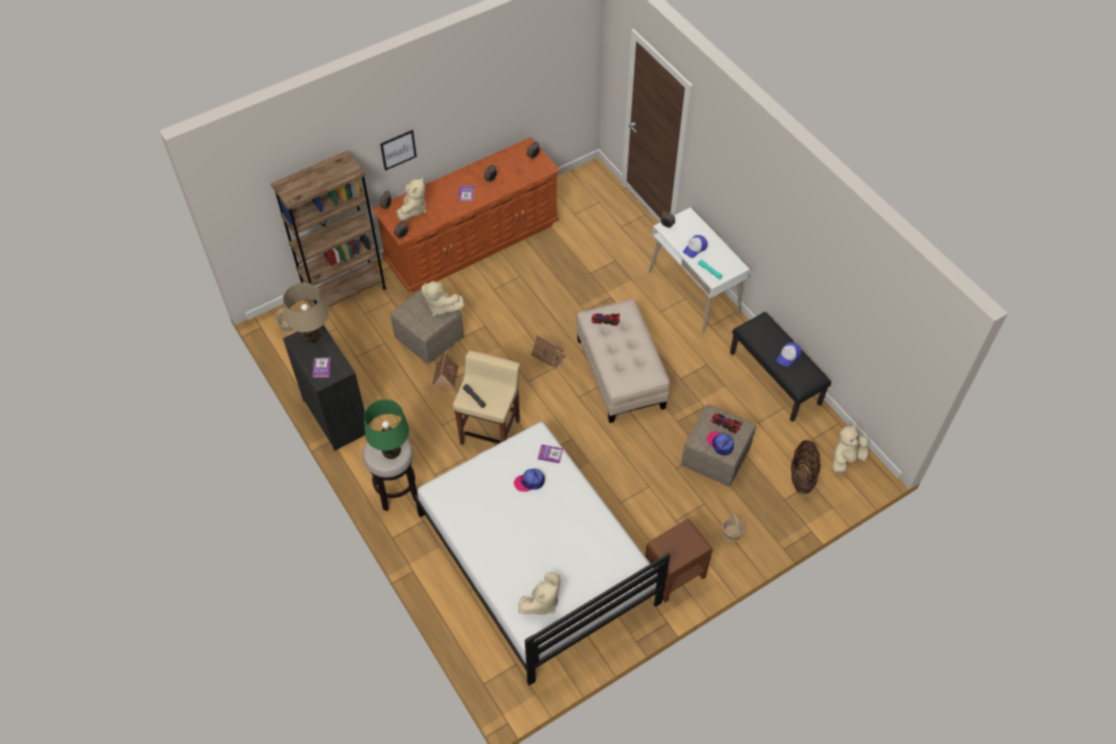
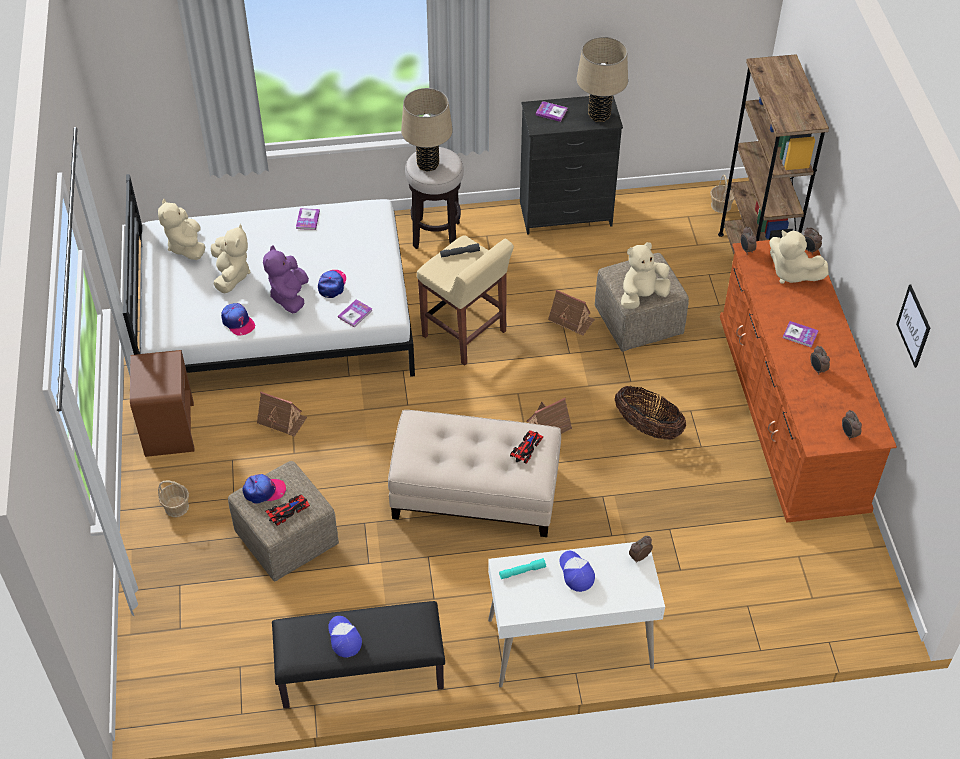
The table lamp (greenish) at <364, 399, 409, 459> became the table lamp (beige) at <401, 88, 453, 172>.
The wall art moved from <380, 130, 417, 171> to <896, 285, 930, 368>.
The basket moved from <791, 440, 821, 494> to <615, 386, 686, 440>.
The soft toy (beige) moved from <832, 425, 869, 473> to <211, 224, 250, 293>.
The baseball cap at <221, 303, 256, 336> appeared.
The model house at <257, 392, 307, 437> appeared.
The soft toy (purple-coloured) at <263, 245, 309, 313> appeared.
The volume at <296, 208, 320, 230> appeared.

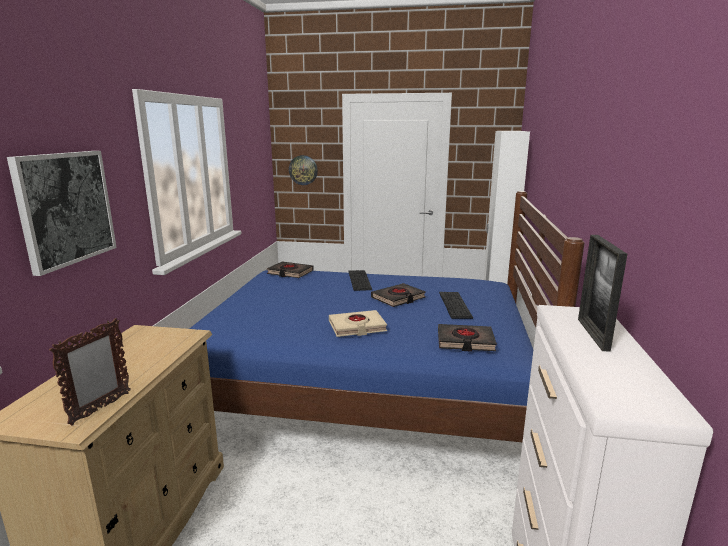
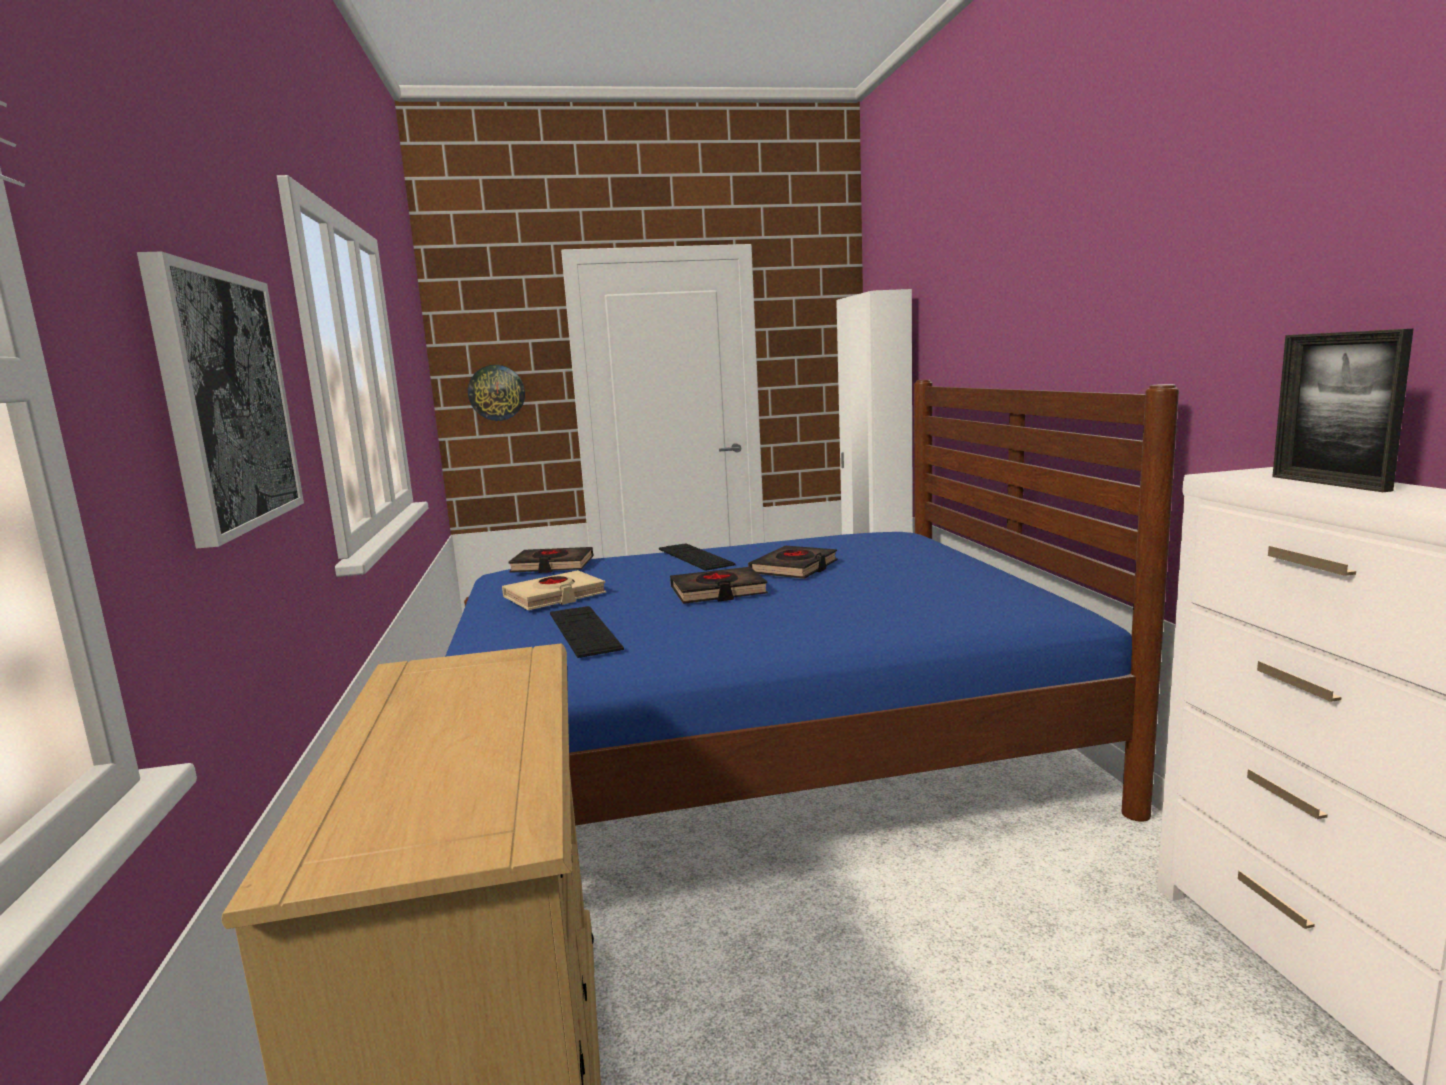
The picture frame at <49, 318, 131, 425> disappeared.
The volume (beige) moved from <329, 310, 387, 337> to <502, 570, 606, 610>.
The volume (black-coloured) moved from <438, 324, 497, 352> to <670, 567, 768, 604>.
The PC keyboard moved from <439, 292, 473, 319> to <550, 606, 624, 658>.

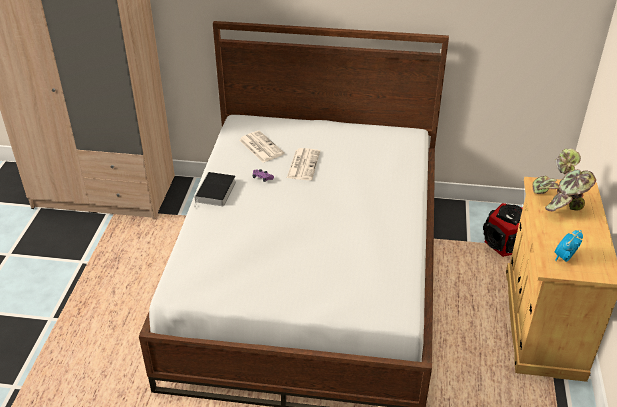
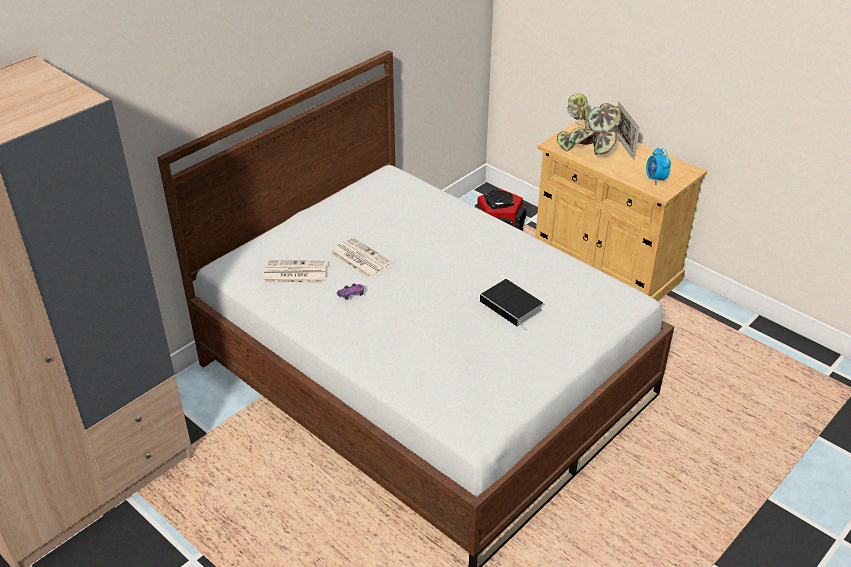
The volume moved from <194, 172, 236, 208> to <480, 279, 543, 331>.
The picture frame at <614, 102, 640, 160> appeared.

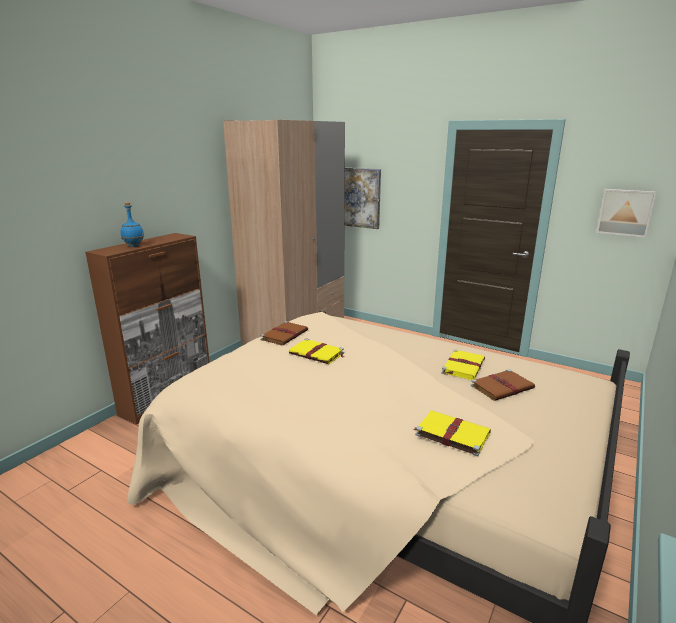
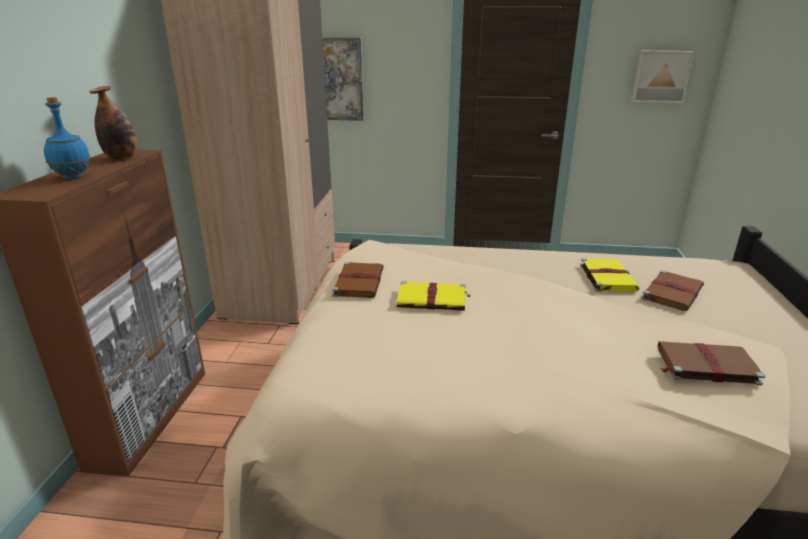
The volume (yellow) at <413, 410, 491, 456> became the volume (brown) at <658, 341, 765, 385>.
The drink bottle at <89, 86, 138, 160> appeared.

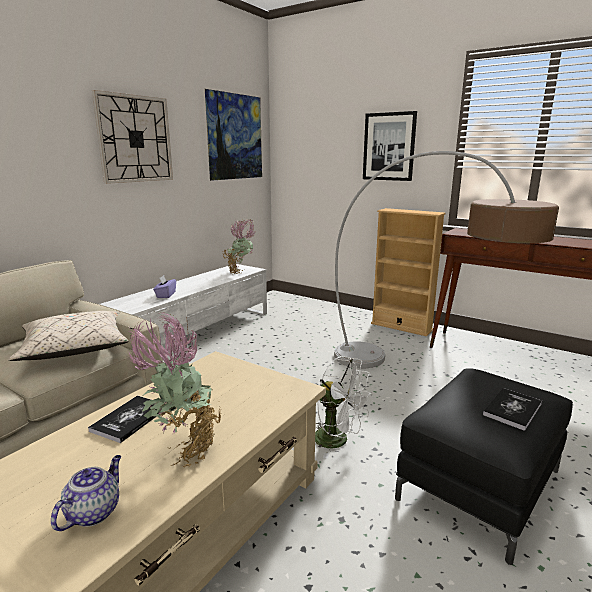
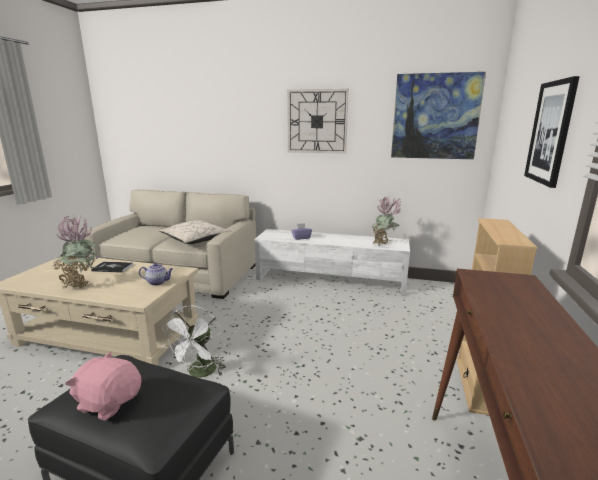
The tea pot moved from <51, 455, 121, 531> to <139, 263, 173, 286>.
The floor lamp at <334, 151, 559, 368> disappeared.
The volume at <483, 388, 542, 431> was replaced by the soft toy (pinkish) at <65, 351, 141, 421>.

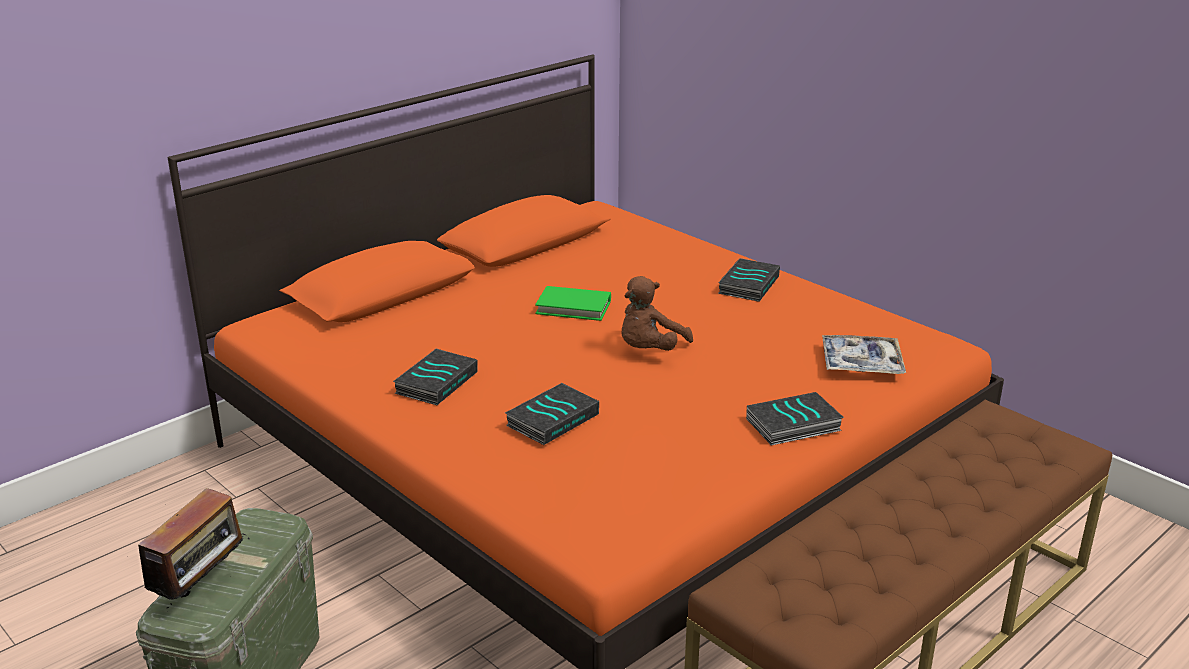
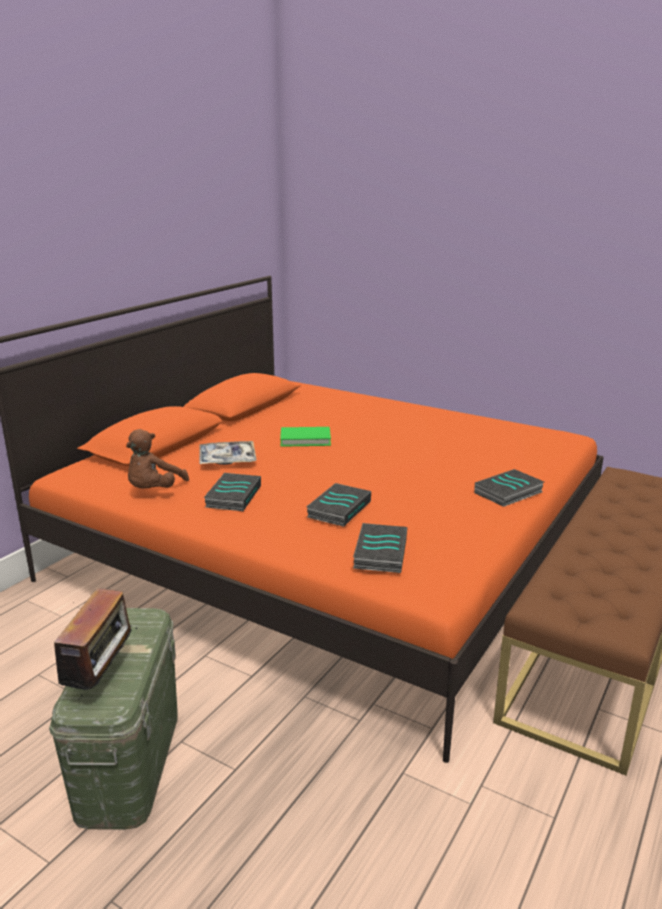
The soft toy (brown) moved from <622, 276, 693, 351> to <126, 429, 189, 489>.
The volume moved from <718, 258, 780, 302> to <353, 523, 407, 573>.
The tray moved from <822, 335, 906, 374> to <199, 441, 257, 465>.

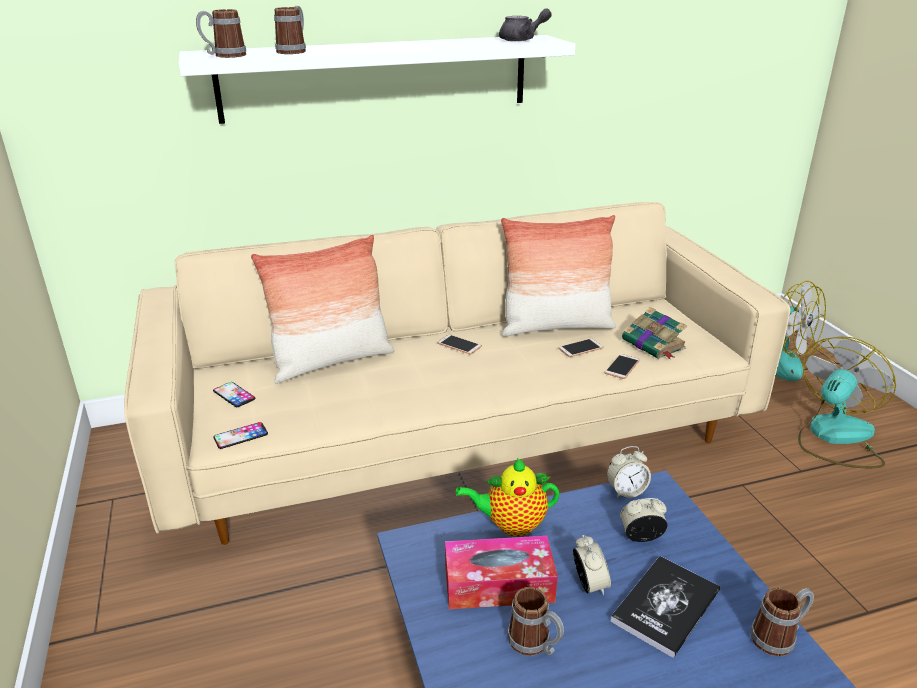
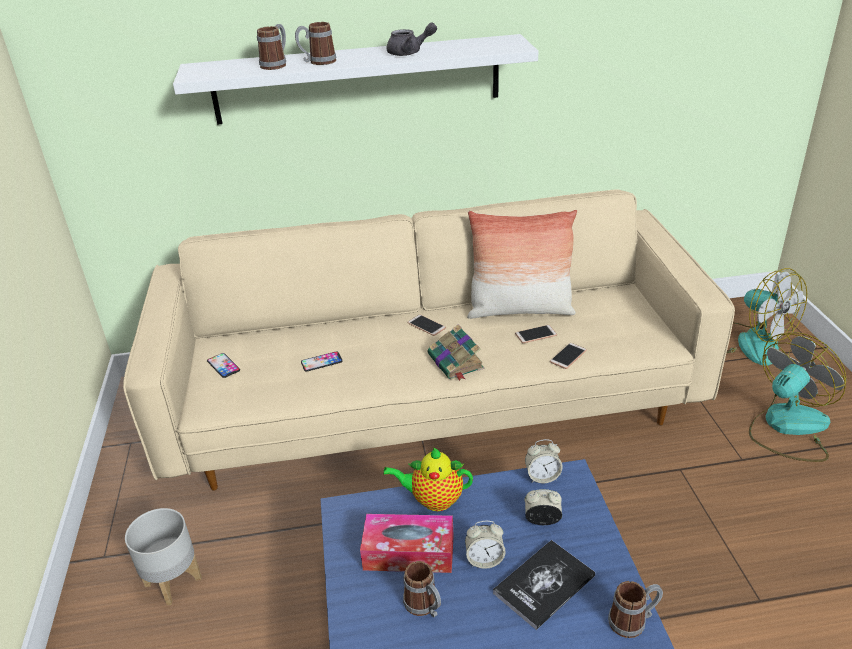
The mug moved from <196, 9, 246, 58> to <295, 22, 336, 65>.
The phone moved from <213, 422, 268, 449> to <301, 351, 343, 372>.
The pillow at <251, 235, 395, 384> disappeared.
The tea pot (grey) moved from <499, 8, 552, 41> to <386, 23, 437, 56>.
The bedside clock at <573, 535, 611, 595> turned 90 degrees clockwise.
The volume moved from <622, 307, 687, 359> to <428, 324, 484, 381>.
The plant pot (grey) at <125, 508, 202, 606> appeared.

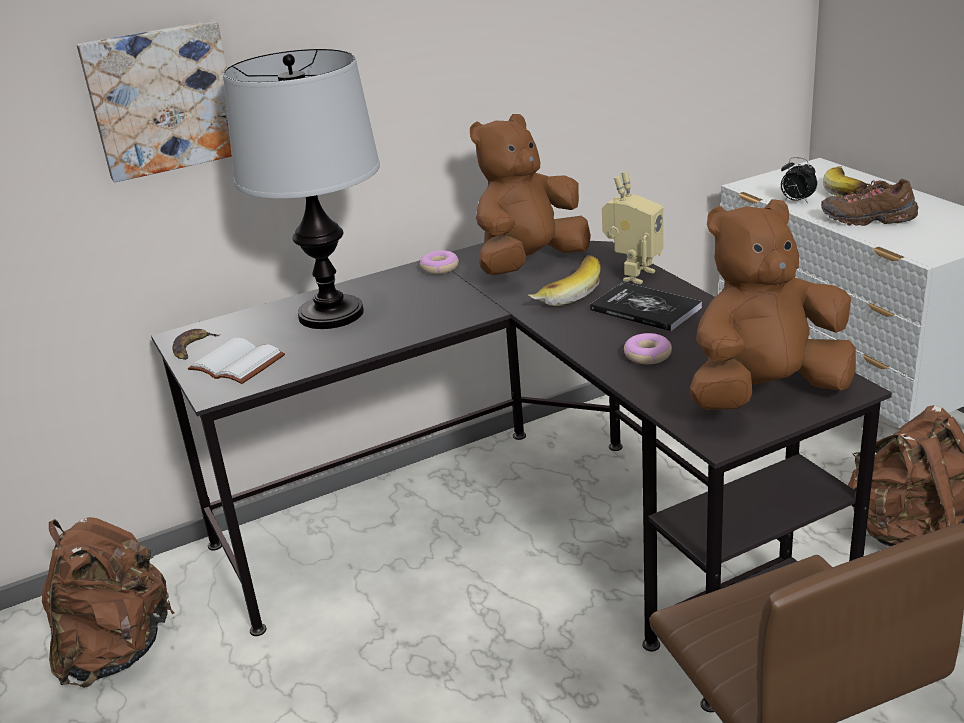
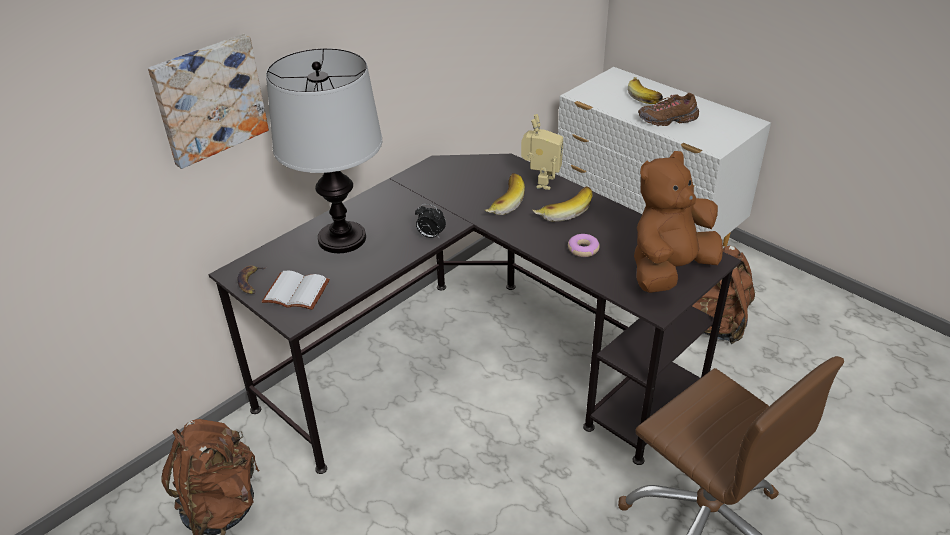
The ring doughnut at <419, 250, 459, 274> disappeared.
The soft toy (brown) at <470, 114, 591, 275> disappeared.
The volume at <590, 282, 702, 332> was replaced by the banana at <533, 186, 593, 222>.
The bedside clock moved from <781, 157, 817, 203> to <415, 204, 446, 239>.

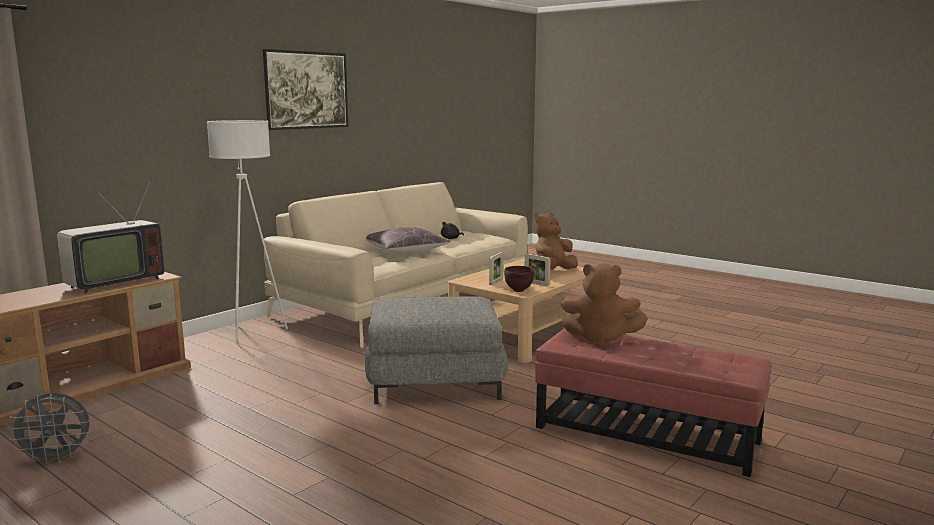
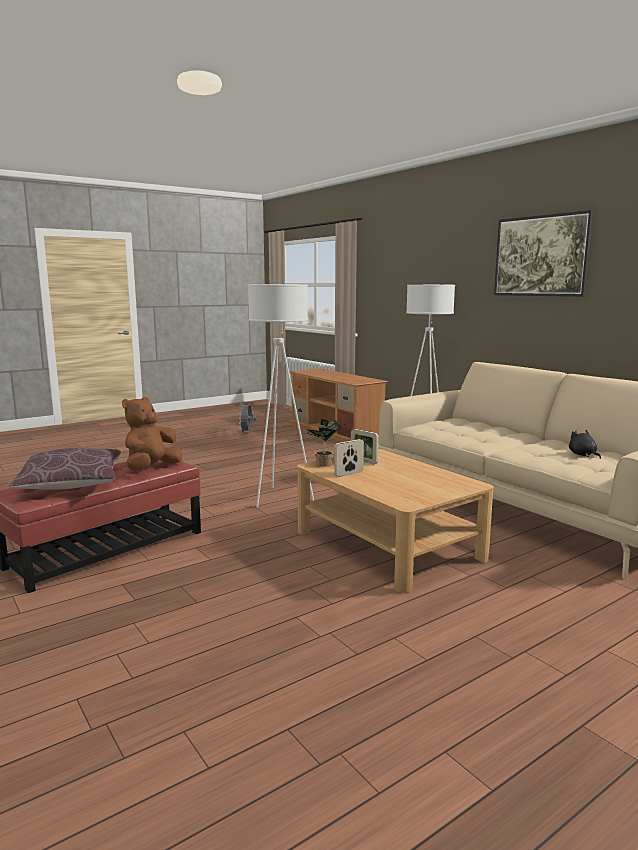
The TV set at <57, 180, 164, 294> disappeared.
The pouffe (grey) at <365, 297, 508, 404> was replaced by the floor lamp (whitish) at <248, 284, 314, 507>.
The pillow (brown) moved from <366, 227, 451, 254> to <9, 448, 121, 490>.
The bowl (brown) at <504, 266, 534, 292> was replaced by the houseplant at <307, 419, 342, 467>.
The soft toy (brown) at <535, 213, 578, 270> disappeared.

